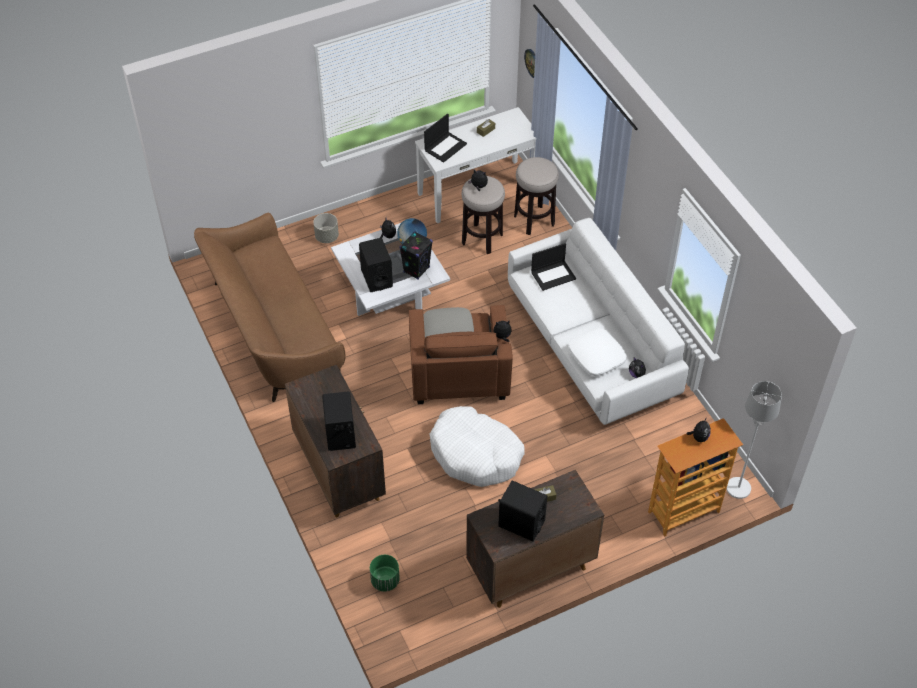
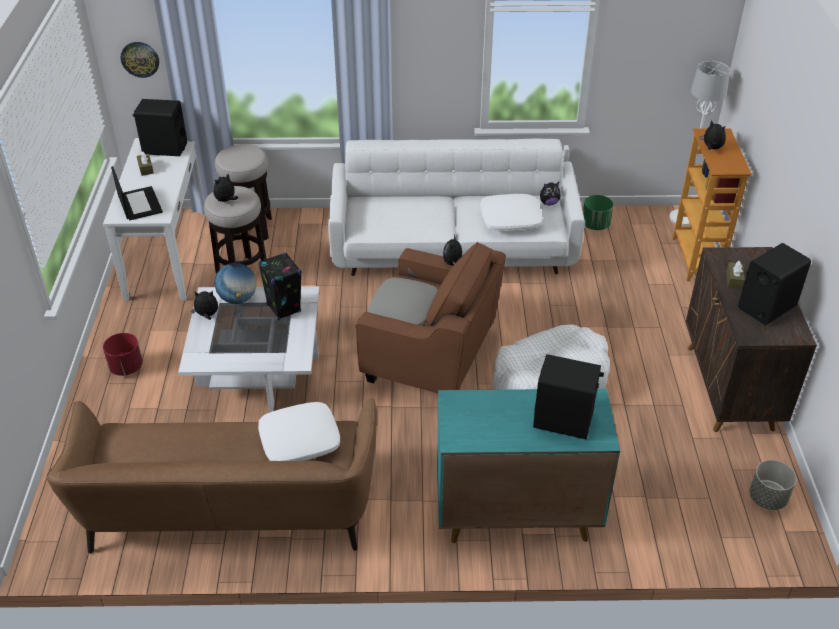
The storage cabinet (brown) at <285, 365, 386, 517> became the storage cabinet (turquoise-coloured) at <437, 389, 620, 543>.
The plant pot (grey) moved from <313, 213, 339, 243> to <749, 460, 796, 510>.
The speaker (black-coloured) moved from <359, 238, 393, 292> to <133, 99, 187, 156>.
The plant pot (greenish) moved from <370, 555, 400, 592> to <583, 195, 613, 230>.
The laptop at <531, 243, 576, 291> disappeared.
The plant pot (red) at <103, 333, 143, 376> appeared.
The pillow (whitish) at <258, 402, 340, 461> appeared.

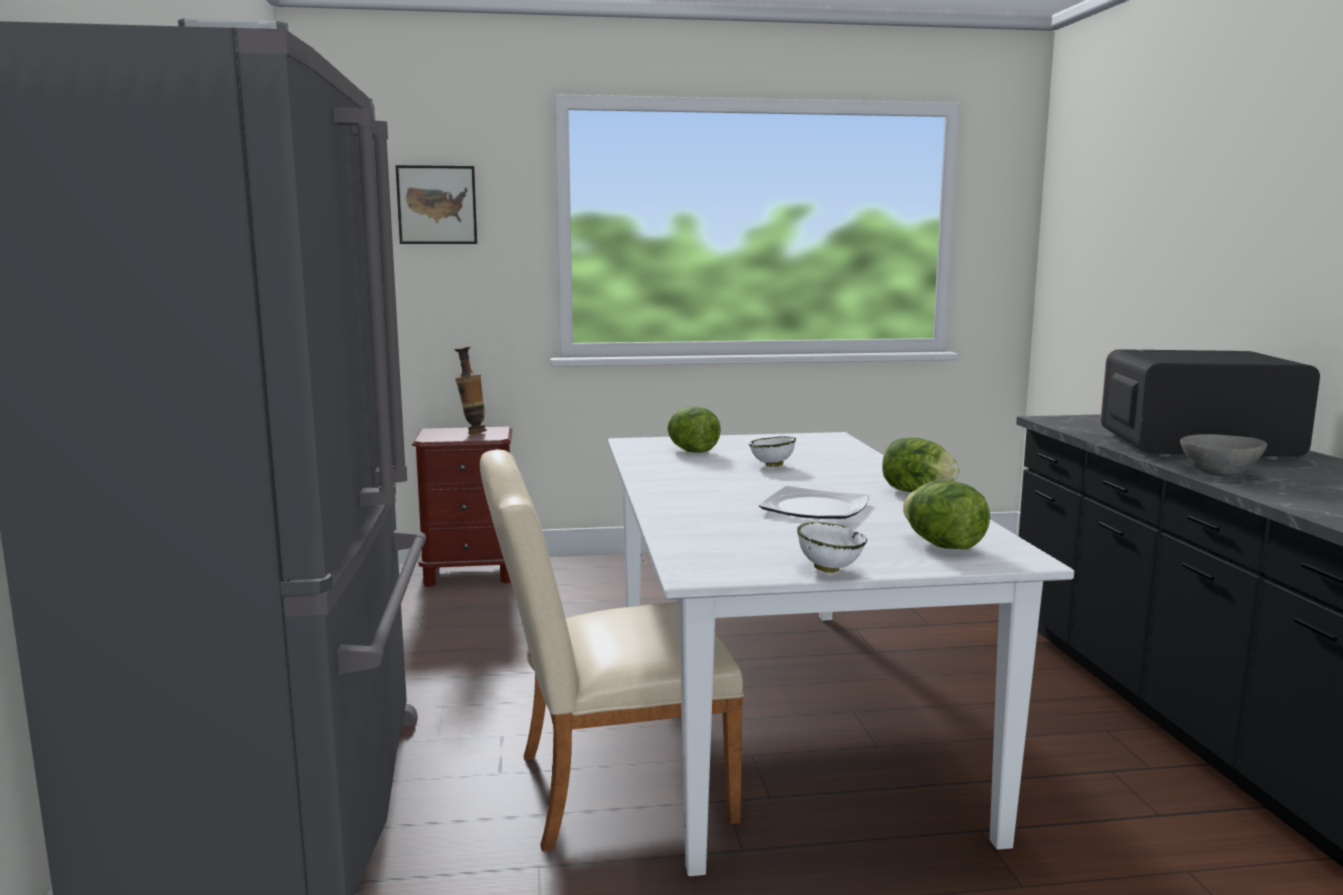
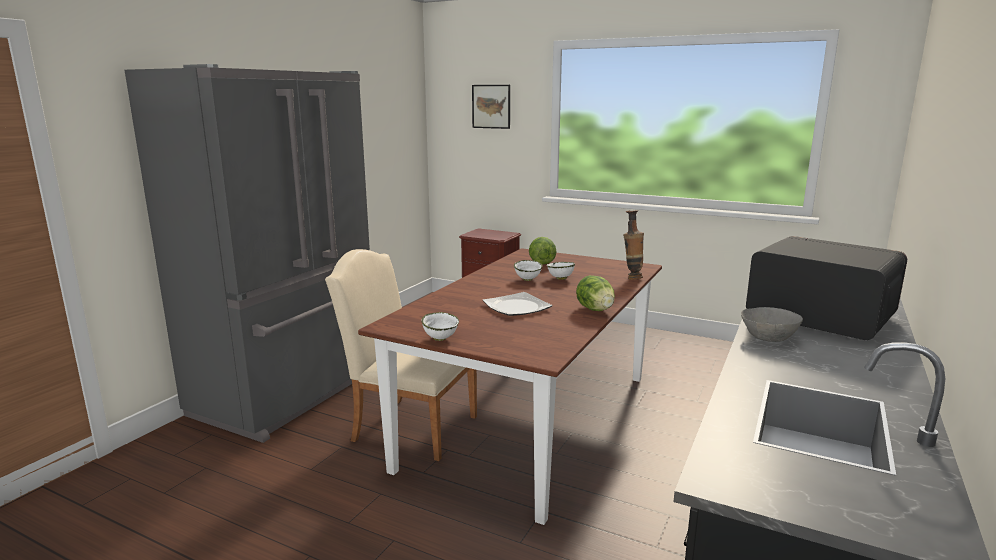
The vase moved from <454, 347, 487, 434> to <623, 210, 644, 279>.
The dining table (whitish) at <608, 432, 1074, 876> became the dining table (brown) at <358, 248, 662, 525>.
The lettuce at <903, 480, 990, 549> disappeared.
The bowl (whitish) at <514, 260, 543, 281> appeared.

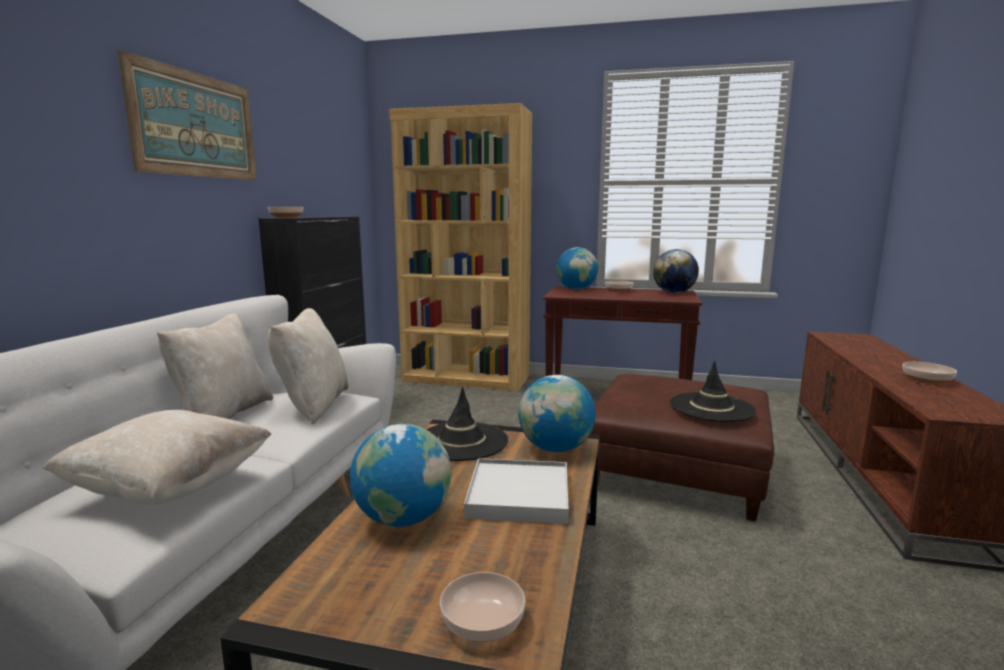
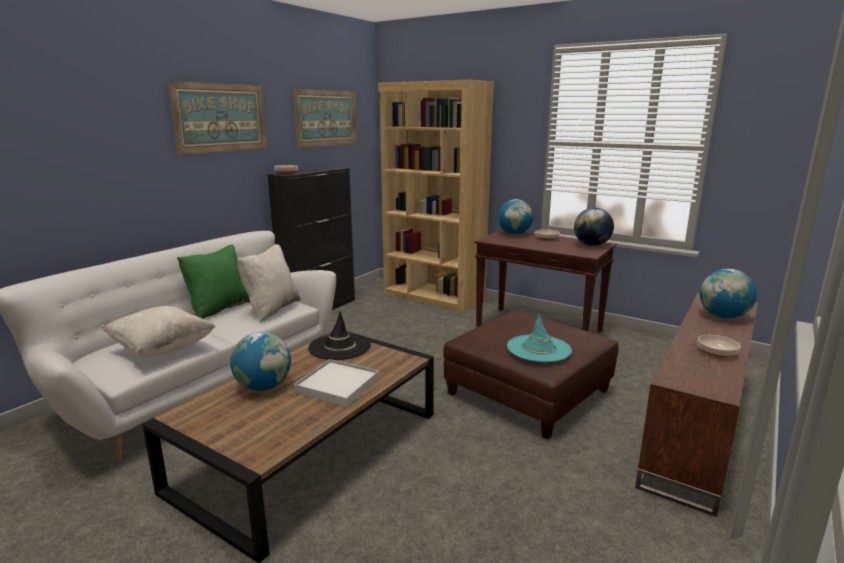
The pillow (beige) at <157, 313, 273, 419> became the pillow (greenish) at <177, 244, 250, 319>.
The bowl at <440, 572, 526, 642> disappeared.
The world globe moved from <519, 375, 596, 452> to <700, 269, 757, 318>.
The hat (black-coloured) at <670, 361, 756, 422> became the hat (turquoise-coloured) at <507, 313, 572, 362>.
The wall art at <293, 89, 357, 148> appeared.

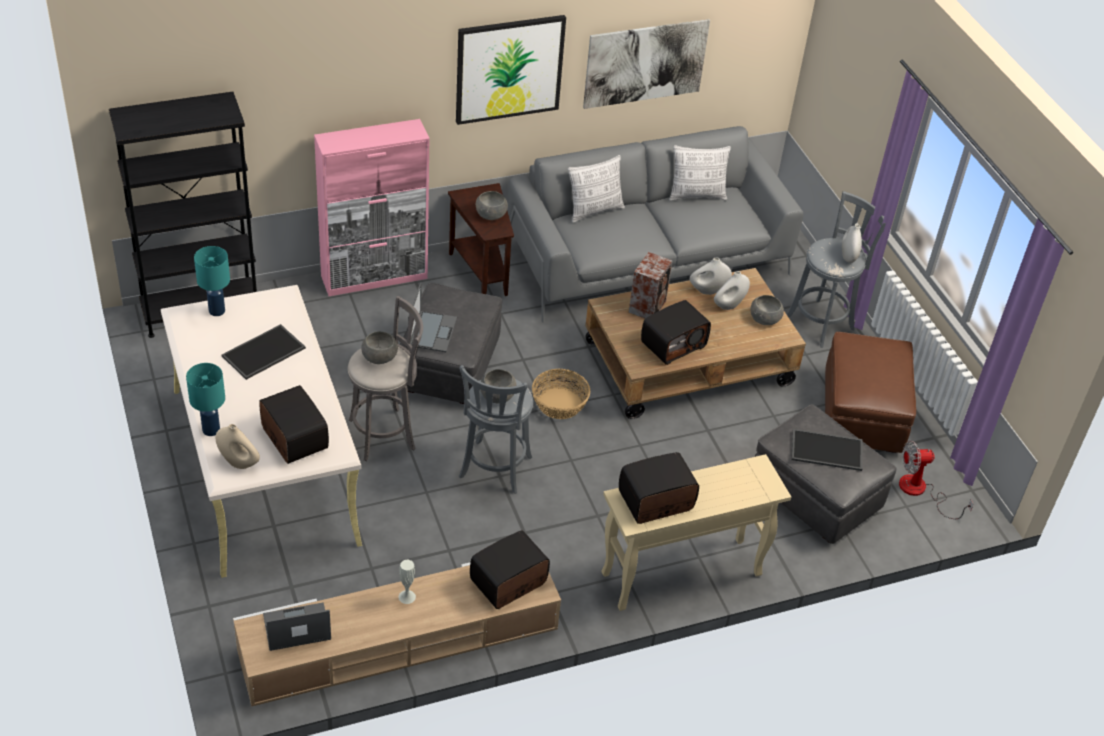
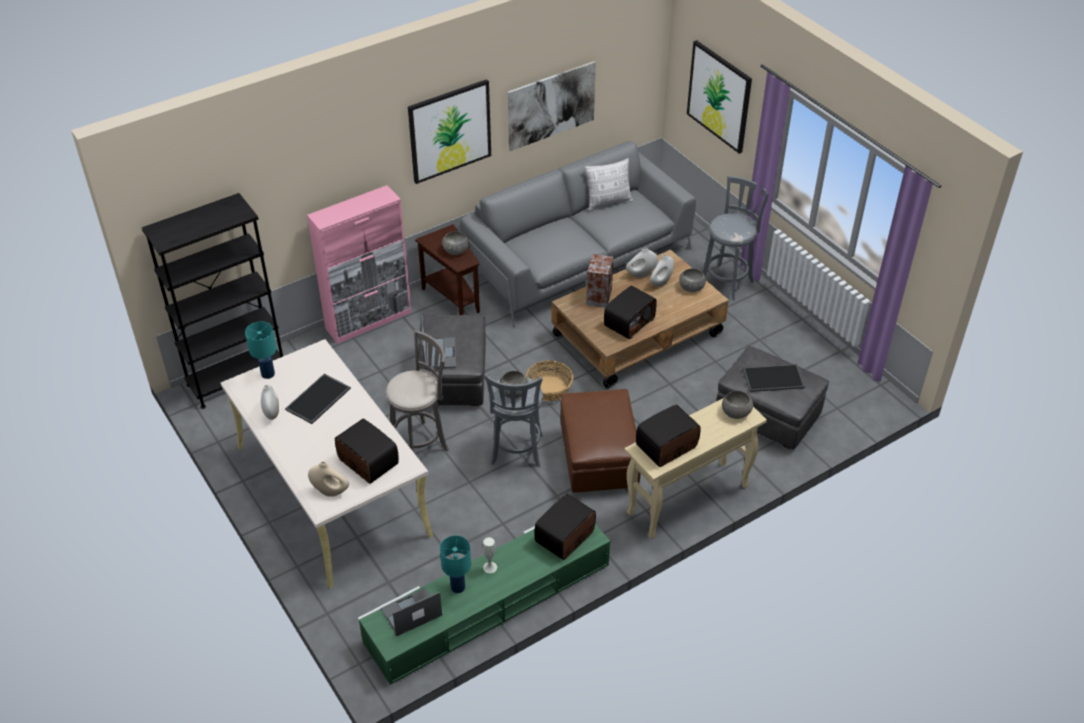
The table lamp (turquoise-coloured) moved from <186, 363, 225, 436> to <440, 536, 471, 593>.
The media console (beige) at <233, 546, 561, 707> became the media console (greenish) at <358, 524, 610, 685>.
The bowl (grey) moved from <361, 331, 398, 364> to <722, 391, 753, 419>.
The pillow at <568, 155, 625, 223> disappeared.
The pouffe (brown) moved from <825, 332, 916, 453> to <560, 389, 641, 493>.
The vase (whitish) moved from <842, 224, 862, 263> to <261, 385, 279, 420>.
The cooling fan at <899, 441, 973, 519> disappeared.
The wall art at <687, 40, 752, 154> appeared.

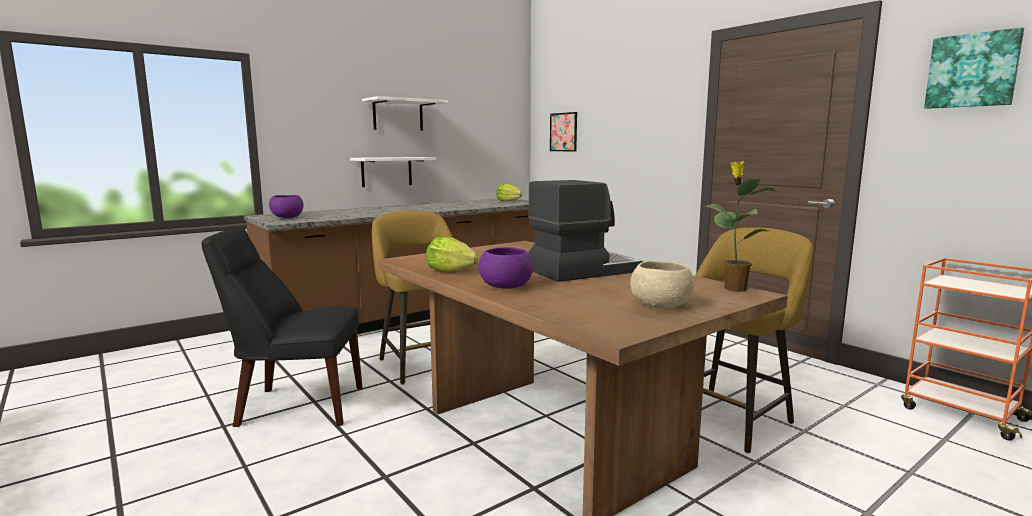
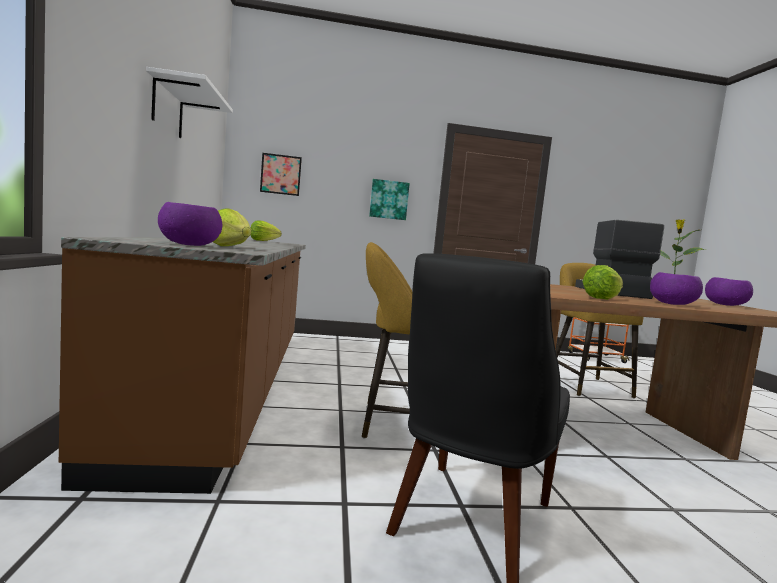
The wall shelf (whitish) at <350, 157, 437, 187> disappeared.
The bowl (beige) at <630, 261, 694, 308> became the bowl (purple-coloured) at <705, 277, 753, 306>.
The wall art moved from <924, 27, 1024, 109> to <369, 179, 410, 220>.
The lettuce at <213, 208, 251, 246> appeared.

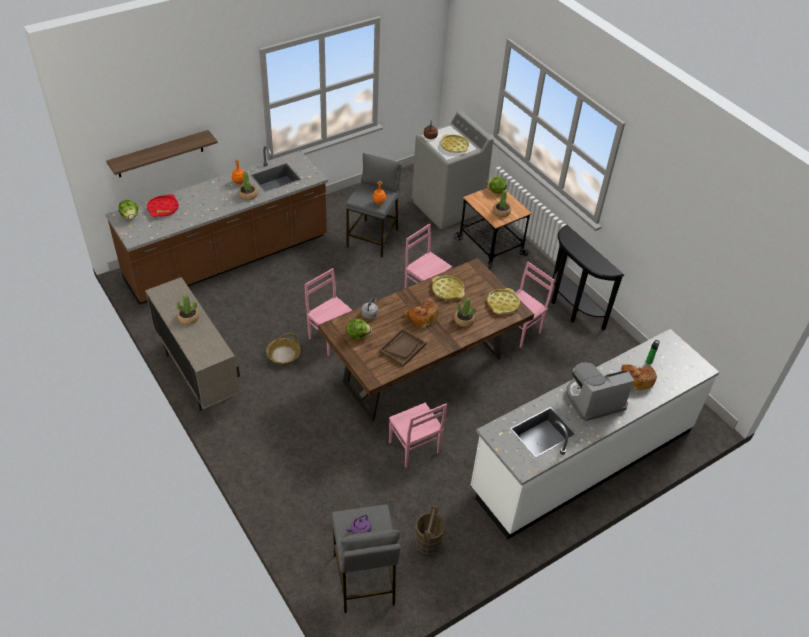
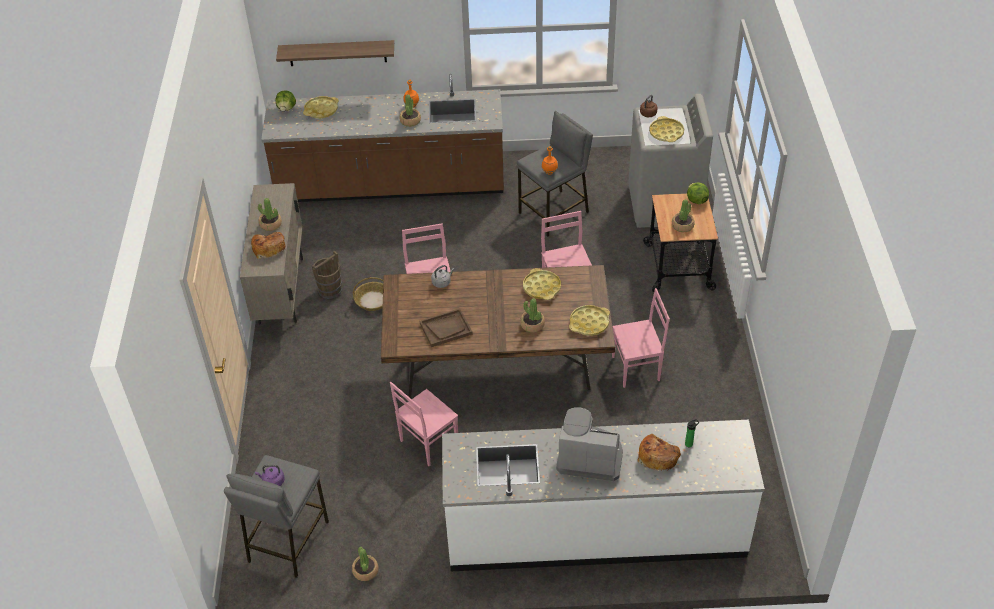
The tray (red) at <147, 194, 179, 217> became the tray (yellow) at <303, 96, 339, 119>.
The lettuce at <346, 319, 372, 339> disappeared.
The chair (pinkish) at <389, 402, 447, 468> turned 45 degrees clockwise.
The bread moved from <404, 300, 439, 328> to <251, 232, 285, 259>.
The bucket (brown) moved from <415, 505, 445, 555> to <312, 251, 342, 299>.
The hall table (black-coloured) at <551, 225, 624, 331> disappeared.
The houseplant at <352, 547, 378, 581> appeared.

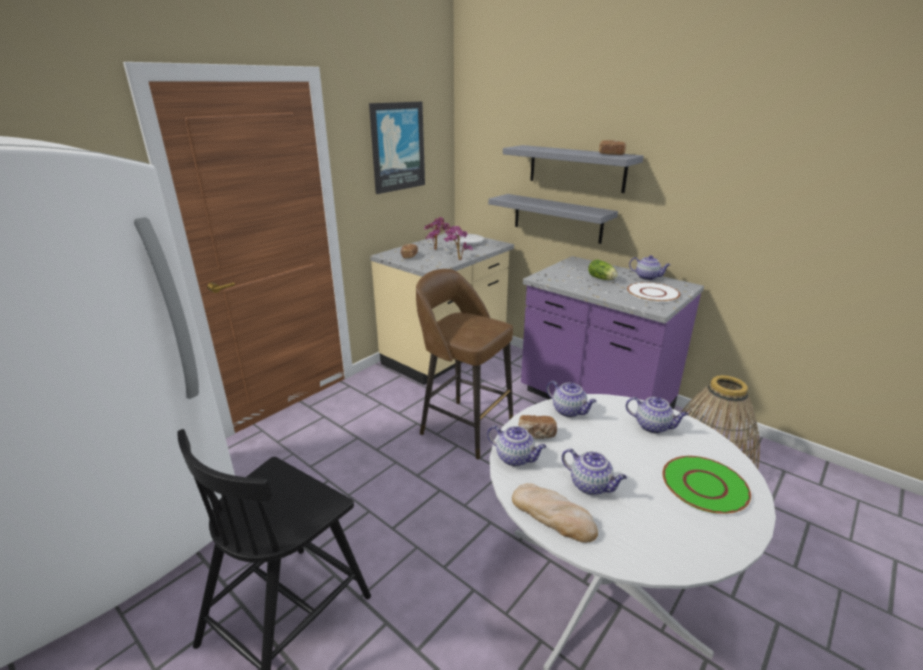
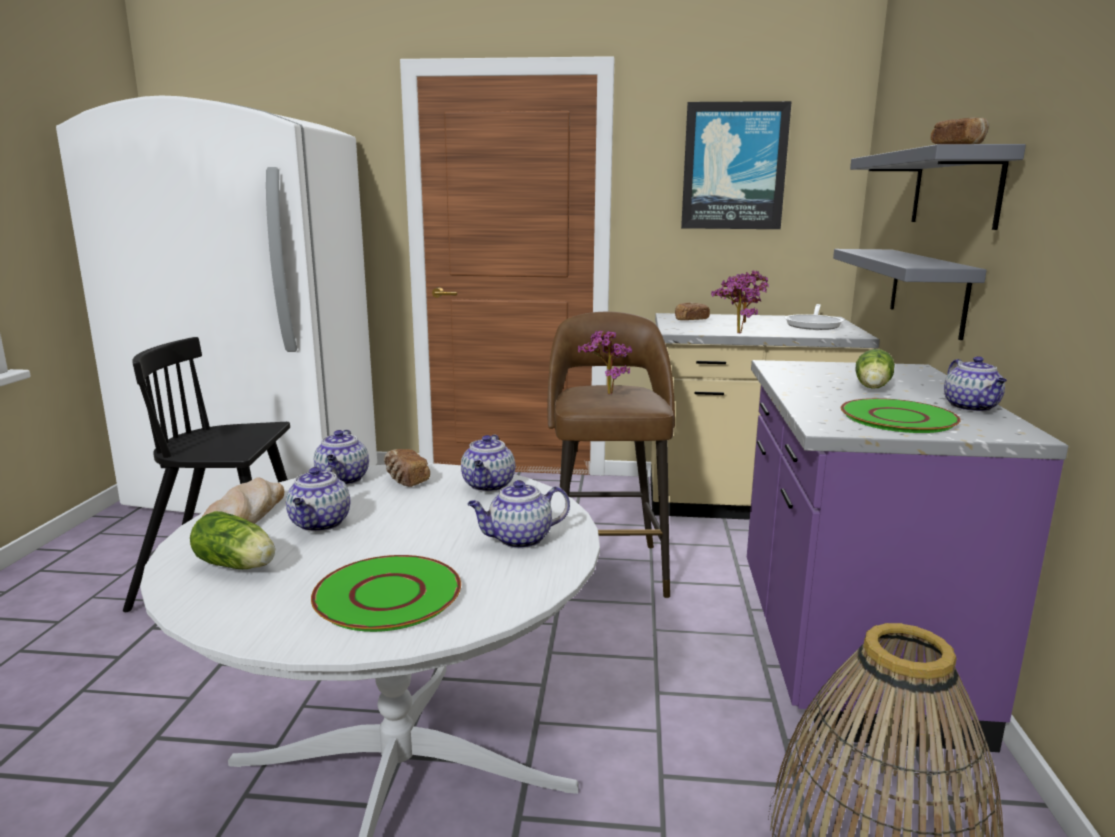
The tea pot at <626, 397, 688, 434> turned 75 degrees clockwise.
The flat dish (whitish) at <627, 282, 680, 302> became the flat dish (greenish) at <841, 398, 961, 433>.
The lettuce at <190, 511, 275, 569> appeared.
The houseplant at <578, 330, 632, 395> appeared.

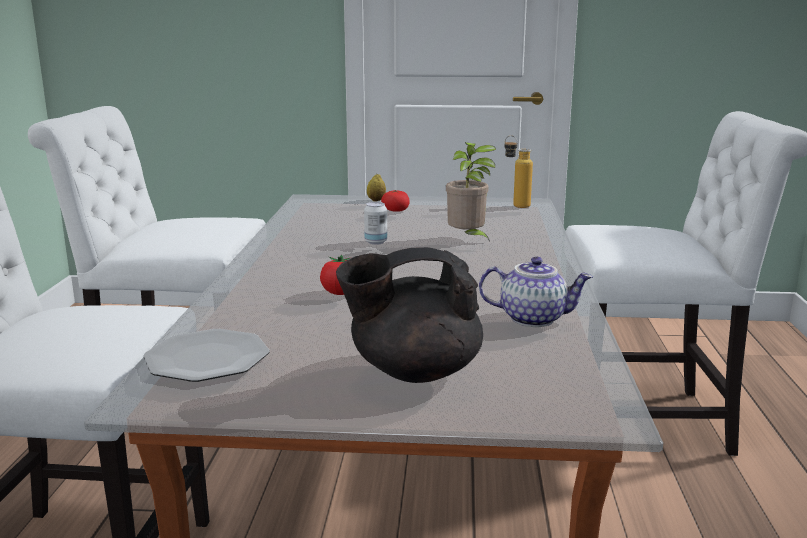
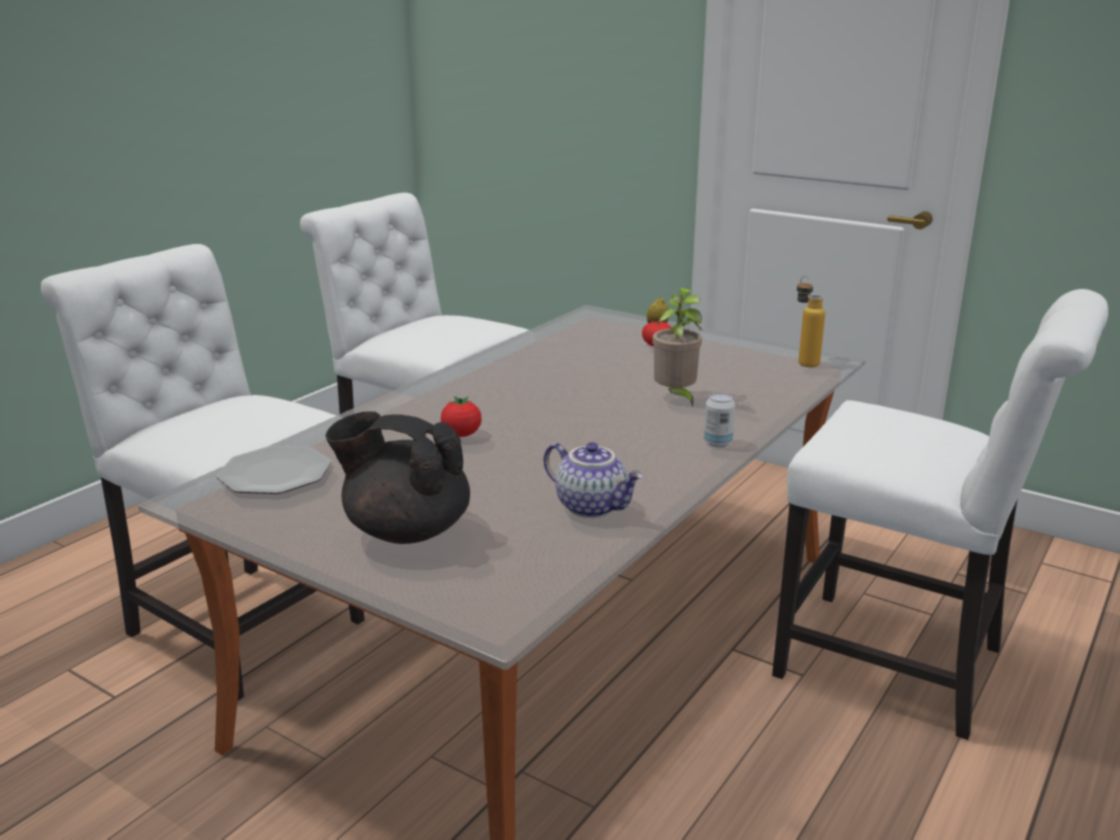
The metal can moved from <364, 202, 387, 245> to <704, 393, 735, 447>.

